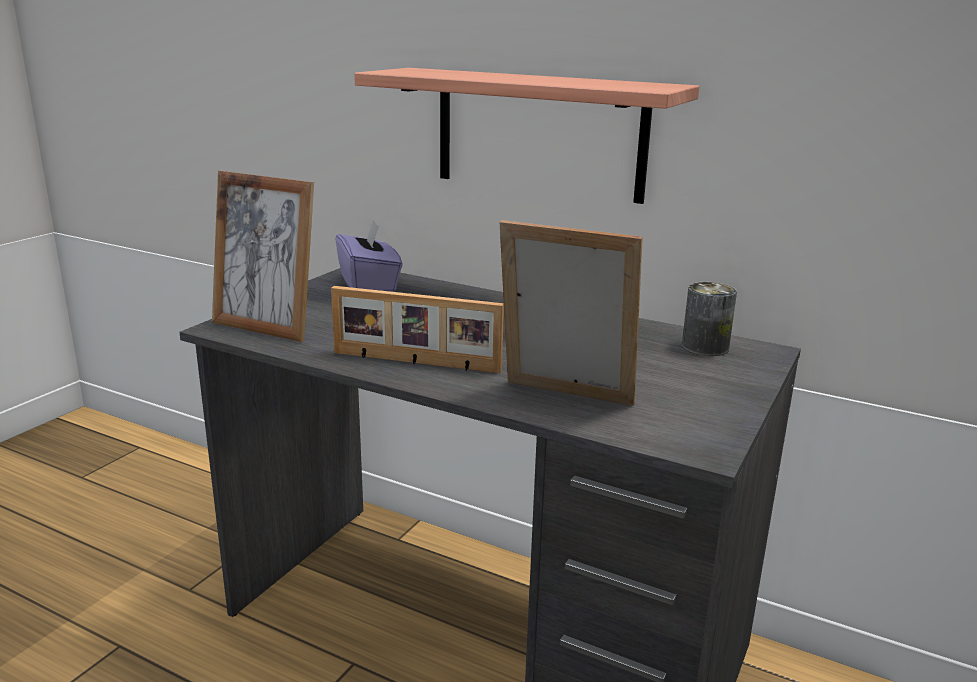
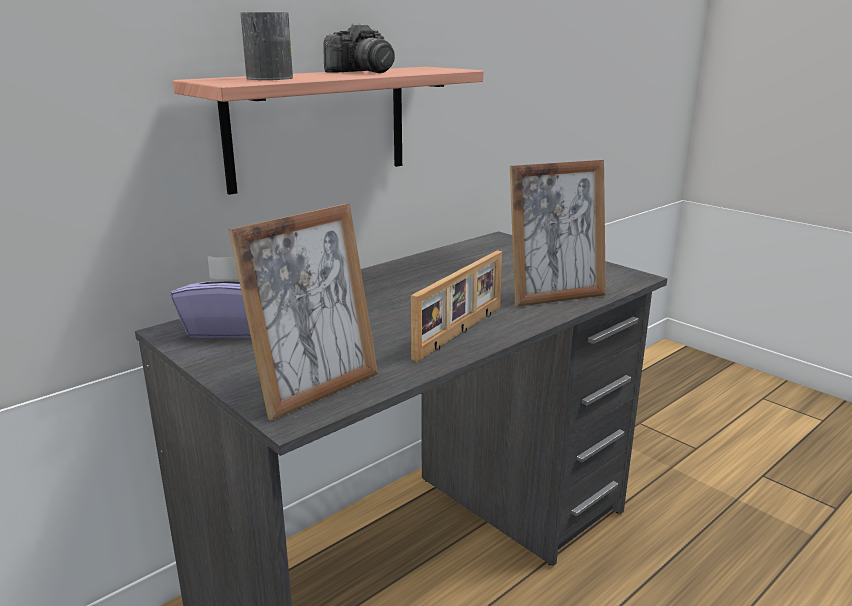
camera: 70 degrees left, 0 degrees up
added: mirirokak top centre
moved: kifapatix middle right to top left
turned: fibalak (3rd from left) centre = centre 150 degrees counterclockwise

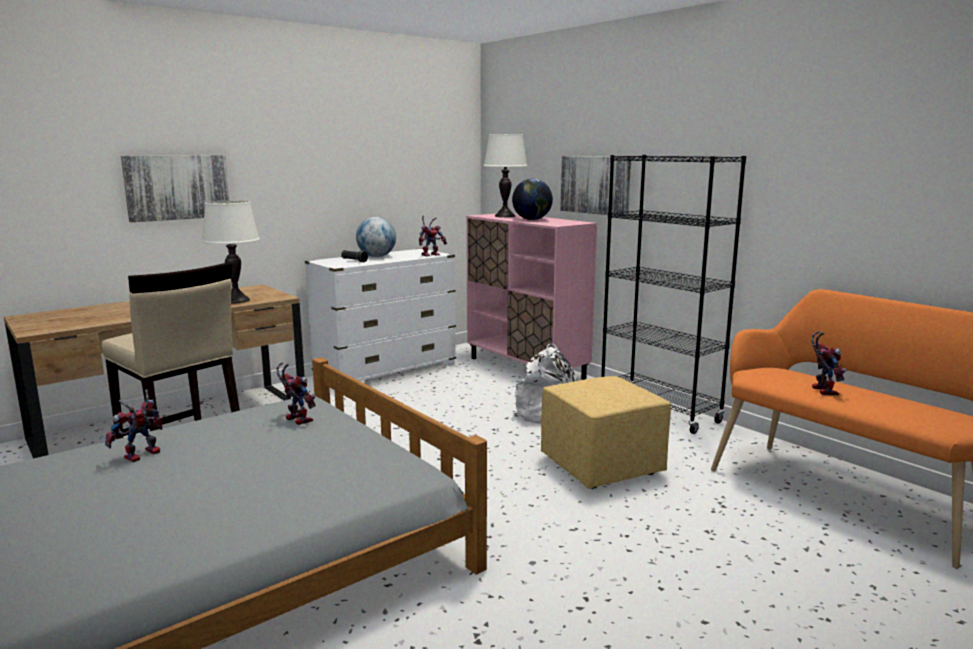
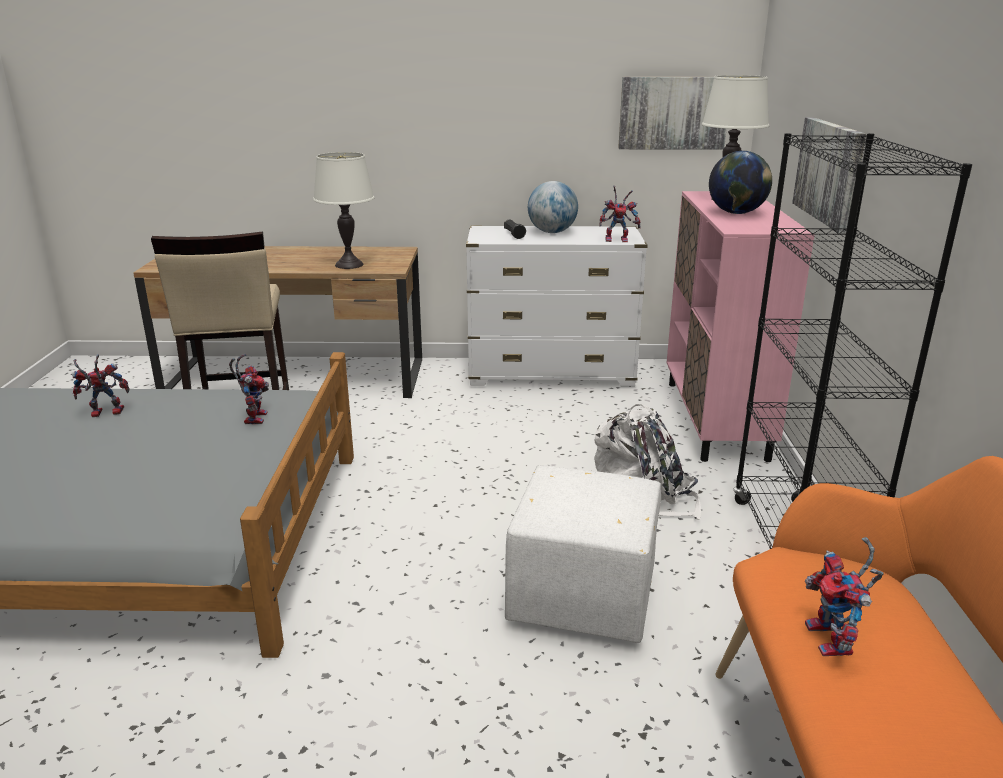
camera: 40 degrees right, 10 degrees up
moved: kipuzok (1st from left) top left to top right
recoloured: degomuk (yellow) centre to degomuk (white) bottom centre
turned: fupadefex (4th from left) middle right = bottom right 135 degrees clockwise

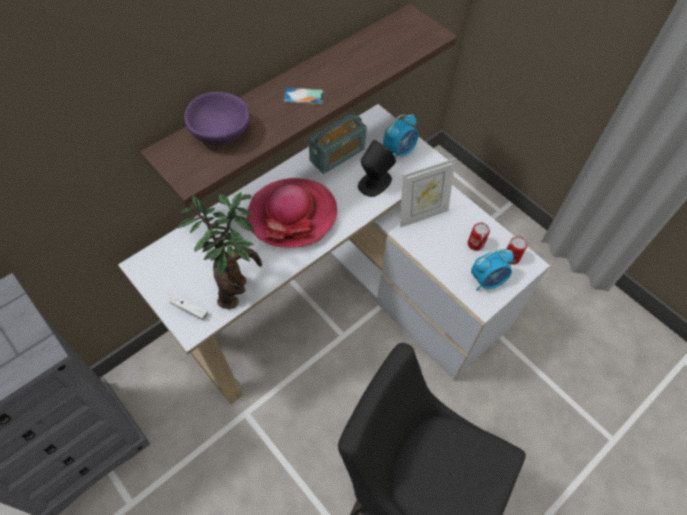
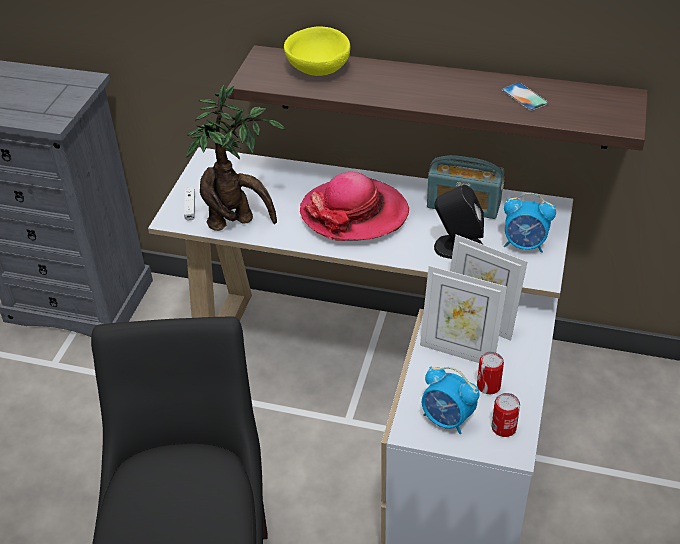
camera: 60 degrees right, 15 degrees down
added: fibalak (1st from left) middle right
moved: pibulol top centre to top right
recoloured: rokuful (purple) top left to rokuful (yellow) top centre

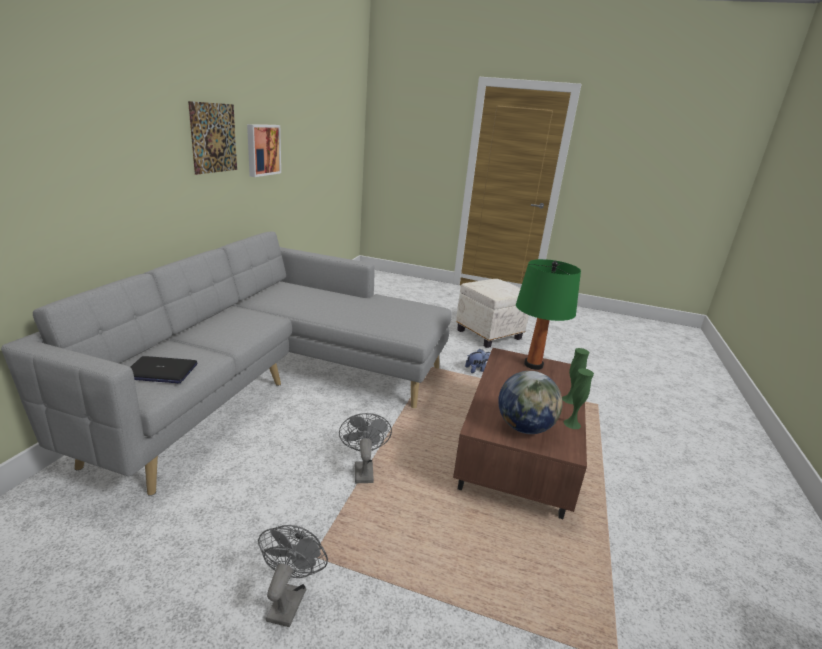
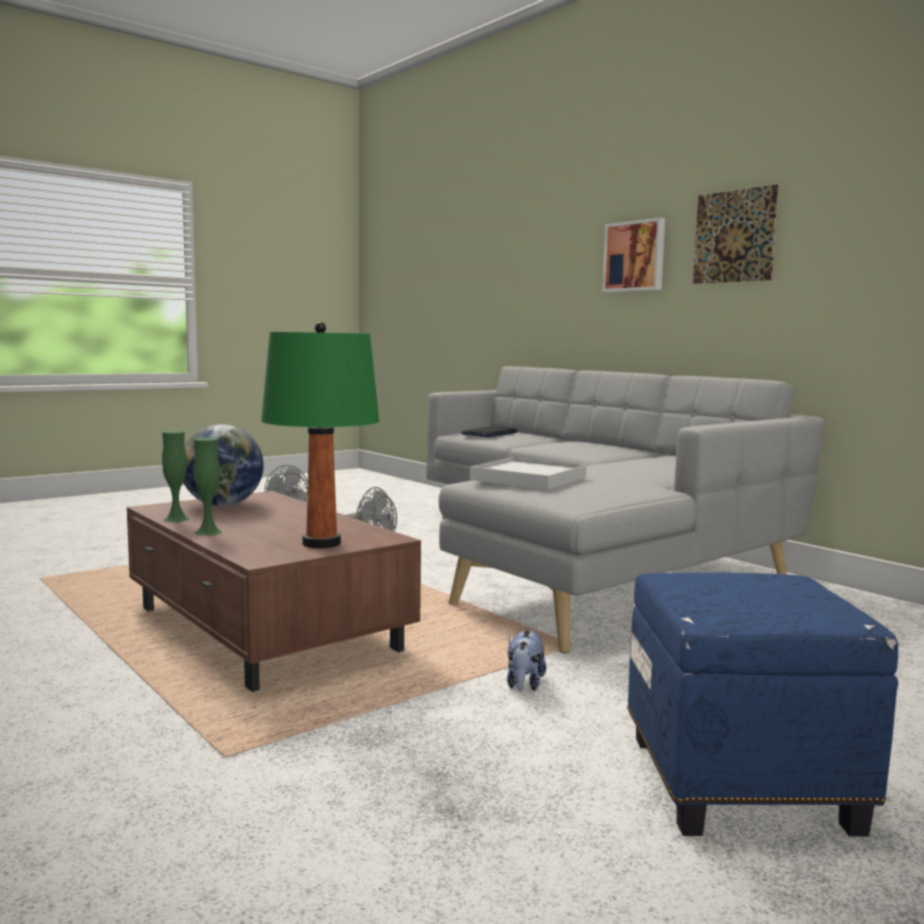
camera: 125 degrees right, 15 degrees down
added: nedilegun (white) centre
moved: kipuzok (2nd from left in the first image) top left to kipuzok (1st from left) top right
recoloured: degomuk (white) centre to degomuk (blue) bottom right

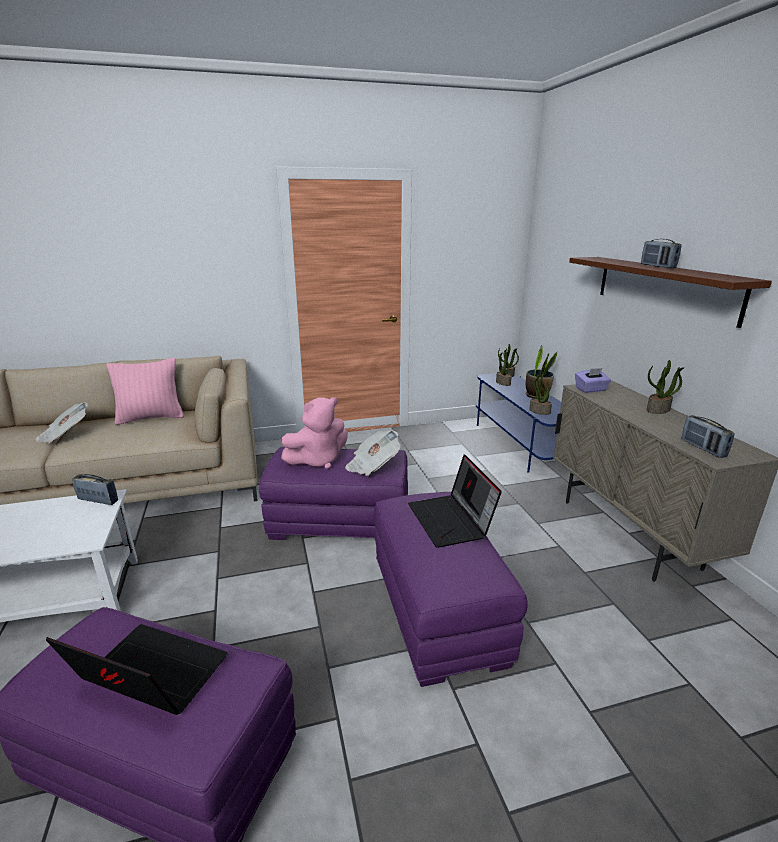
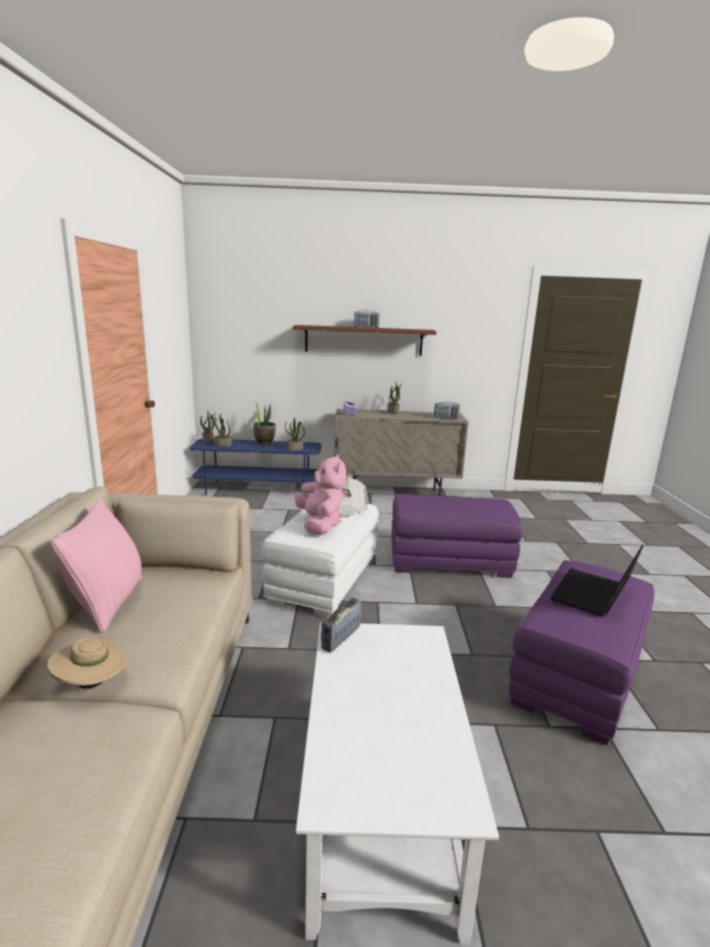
camera: 75 degrees left, 5 degrees down
removed: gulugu (2nd from left) centre
replaced: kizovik (1st from left) middle left to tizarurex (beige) bottom left
recoloured: degomuk (purple) (2nd from left) centre to degomuk (white) centre

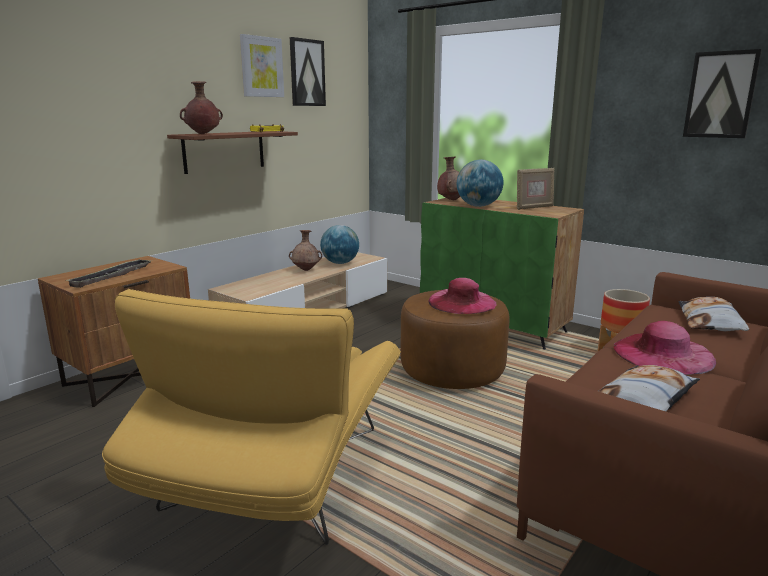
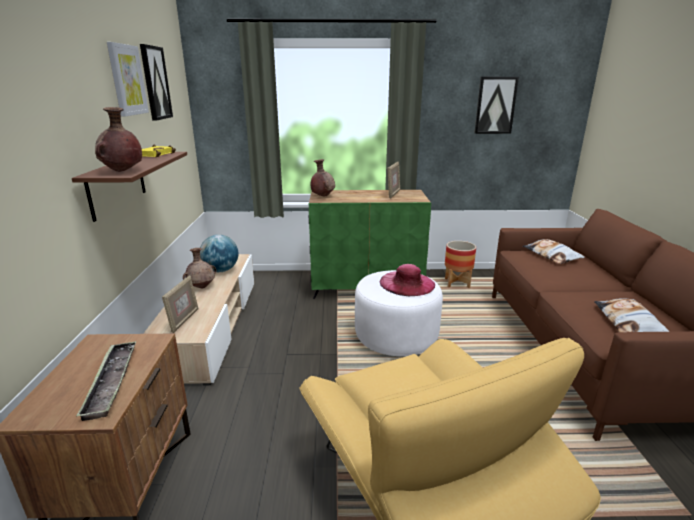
camera: 40 degrees left, 5 degrees up
removed: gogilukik (2nd from left) top centre; tizarurex (pink) (2nd from left) middle right
added: fibalak (1st from left) middle left
recoloured: degomuk (brown) centre to degomuk (white) centre

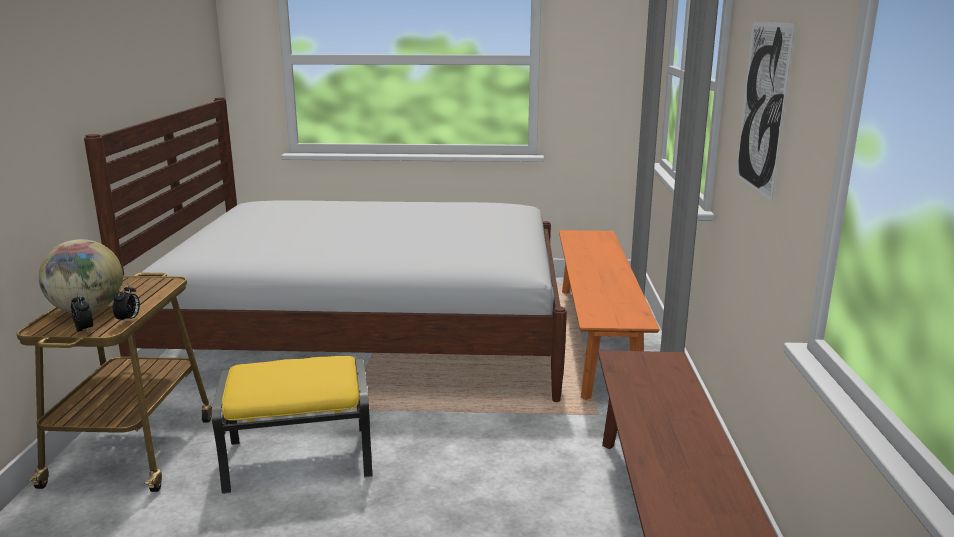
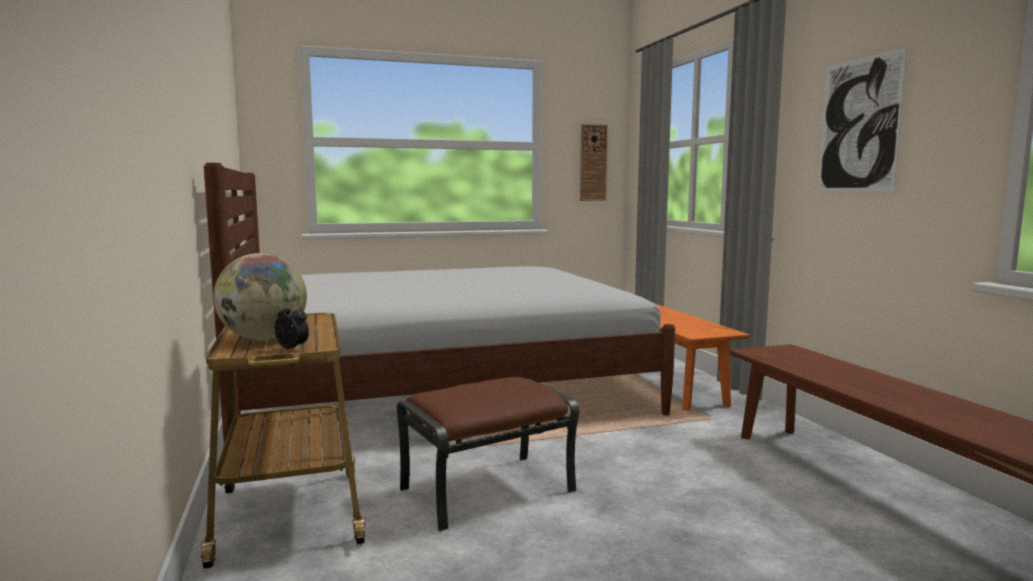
camera: 20 degrees left, 10 degrees down
removed: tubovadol (2nd from left) middle left
added: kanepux top centre
recoloured: degomuk (yellow) bottom left to degomuk (brown) bottom centre

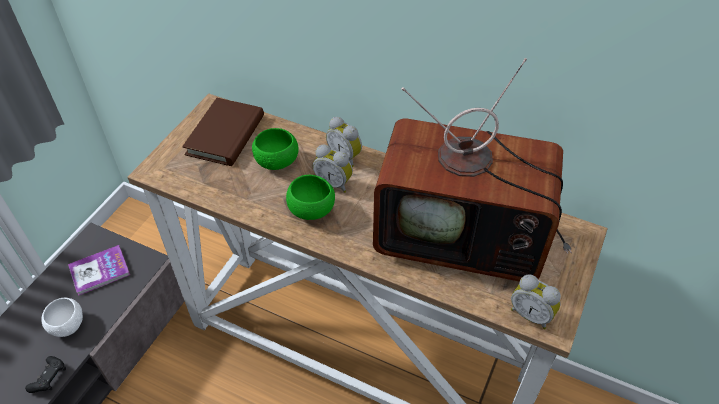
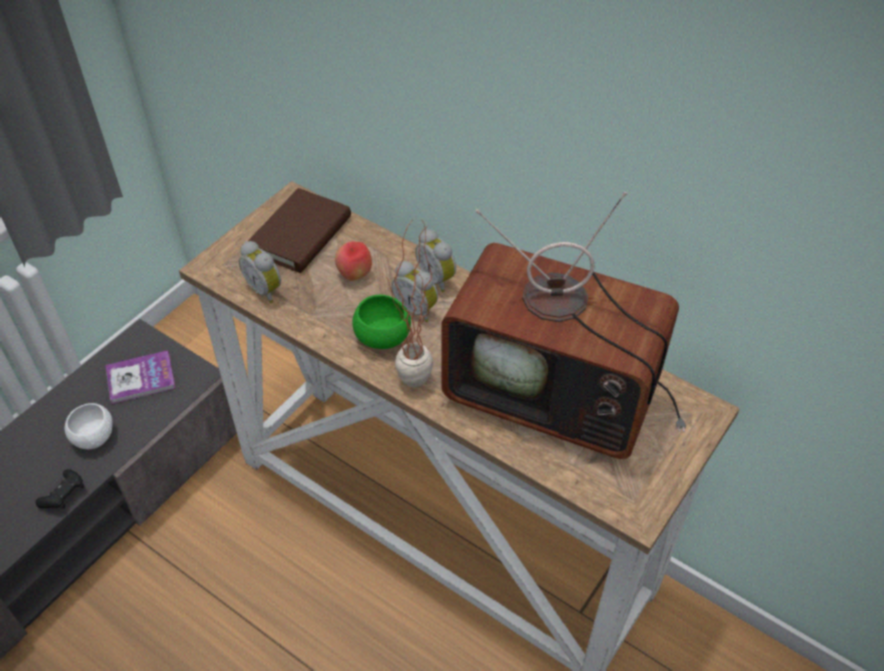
camera: 10 degrees right, 0 degrees up
added: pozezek centre
moved: tubovadol (3rd from left in the first image) bottom right to tubovadol (1st from left) middle left
replaced: rokuful (green) (1st from left) centre to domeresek centre

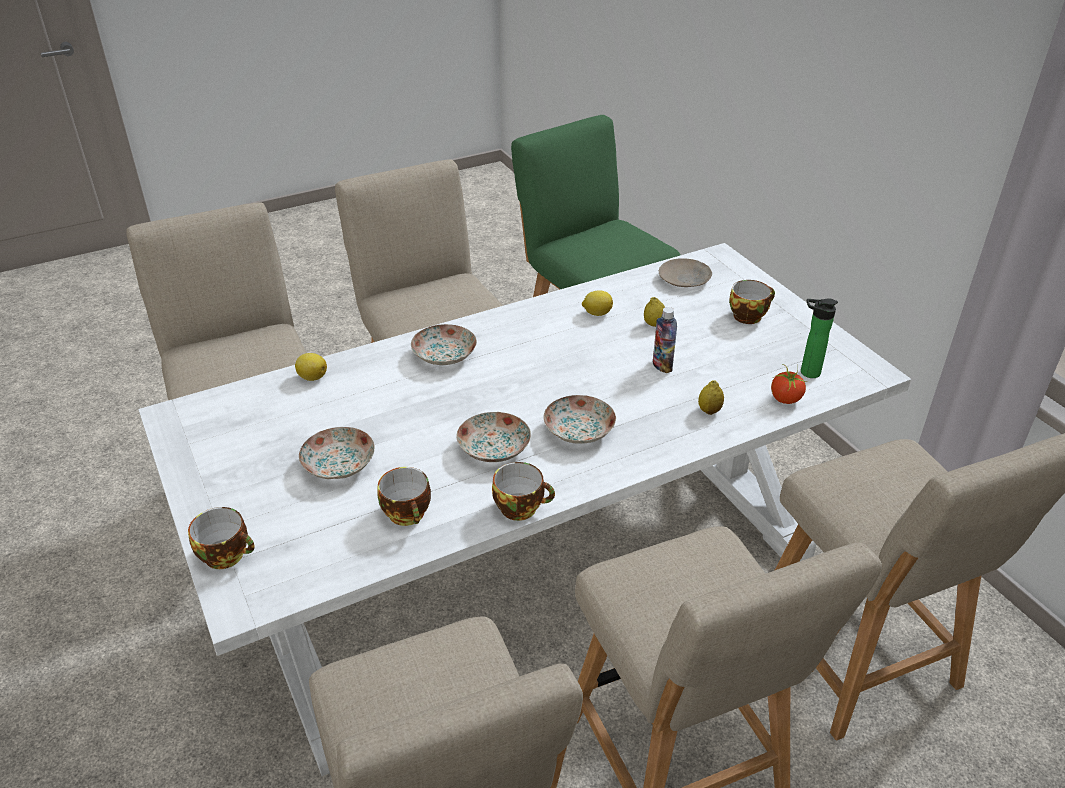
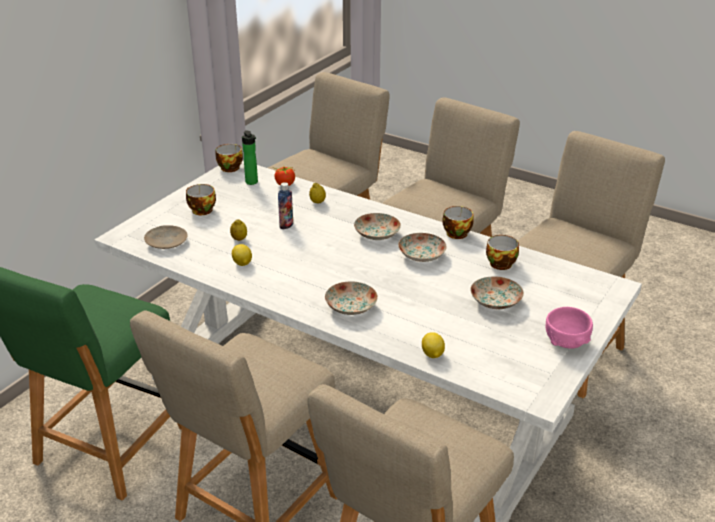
camera: 120 degrees left, 5 degrees down
added: rokuful (pink) middle right
moved: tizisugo (1st from left in the first image) bottom left to tizisugo (2nd from left) top left

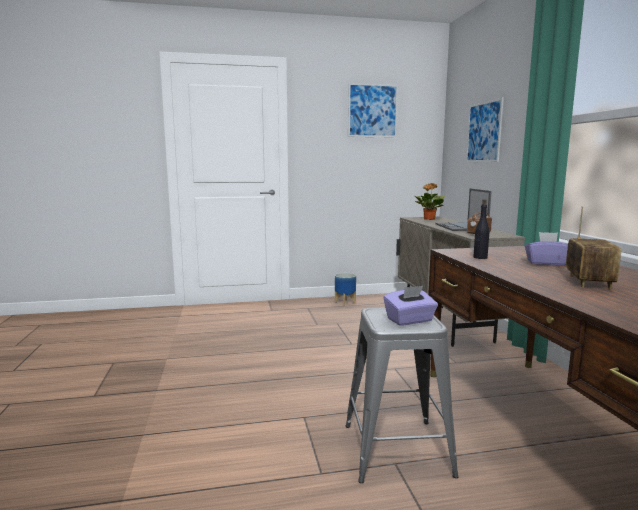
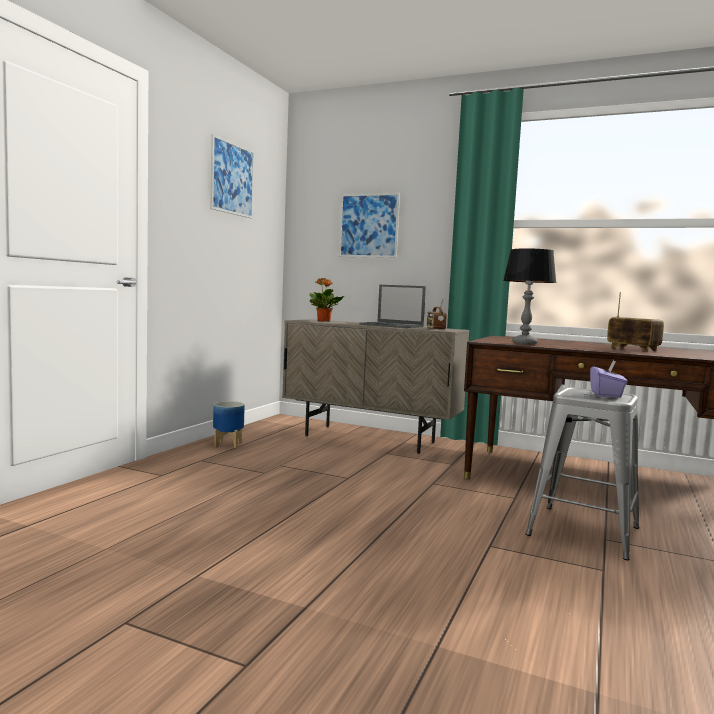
camera: 55 degrees left, 5 degrees down
removed: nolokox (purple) (2nd from left) middle right
replaced: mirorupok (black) middle right to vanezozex middle right

